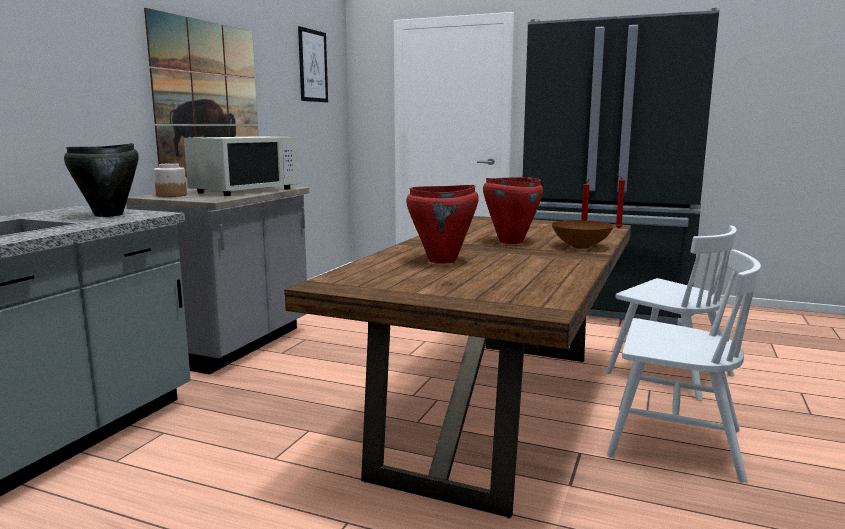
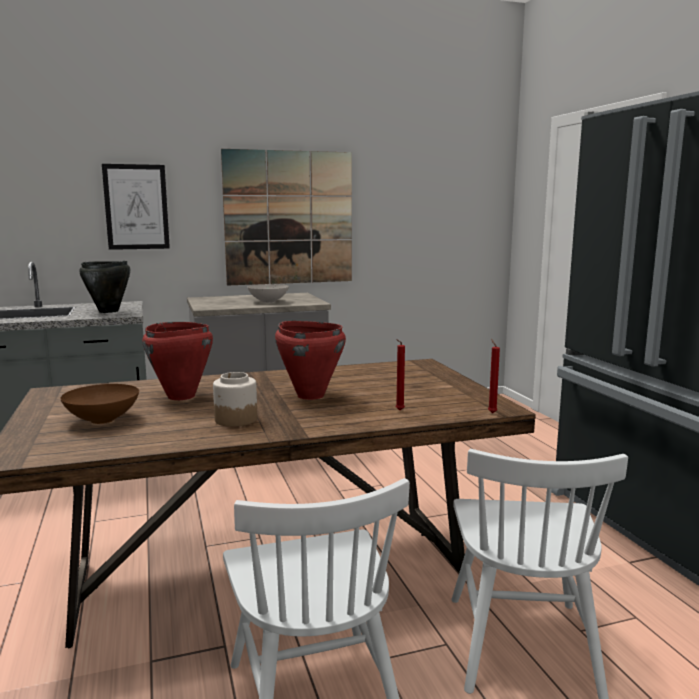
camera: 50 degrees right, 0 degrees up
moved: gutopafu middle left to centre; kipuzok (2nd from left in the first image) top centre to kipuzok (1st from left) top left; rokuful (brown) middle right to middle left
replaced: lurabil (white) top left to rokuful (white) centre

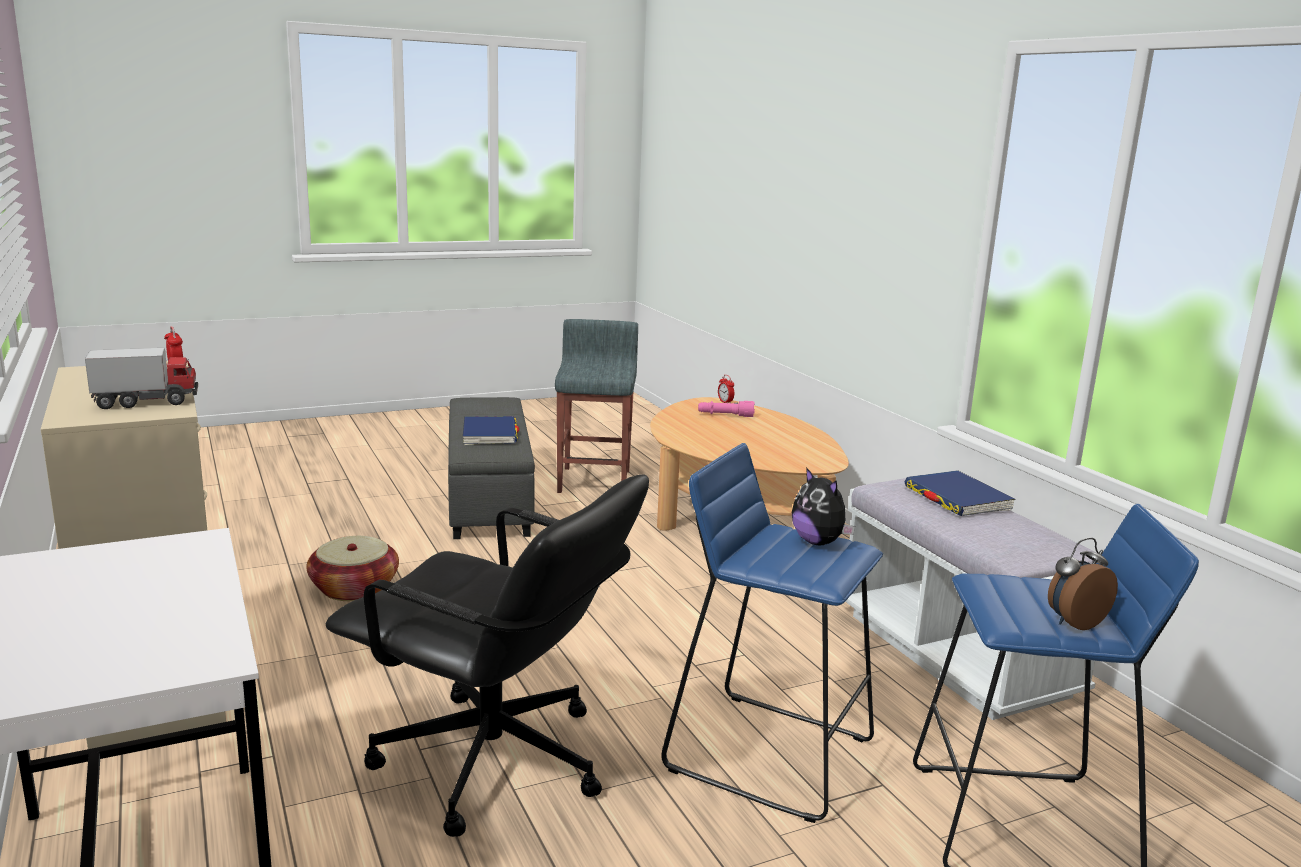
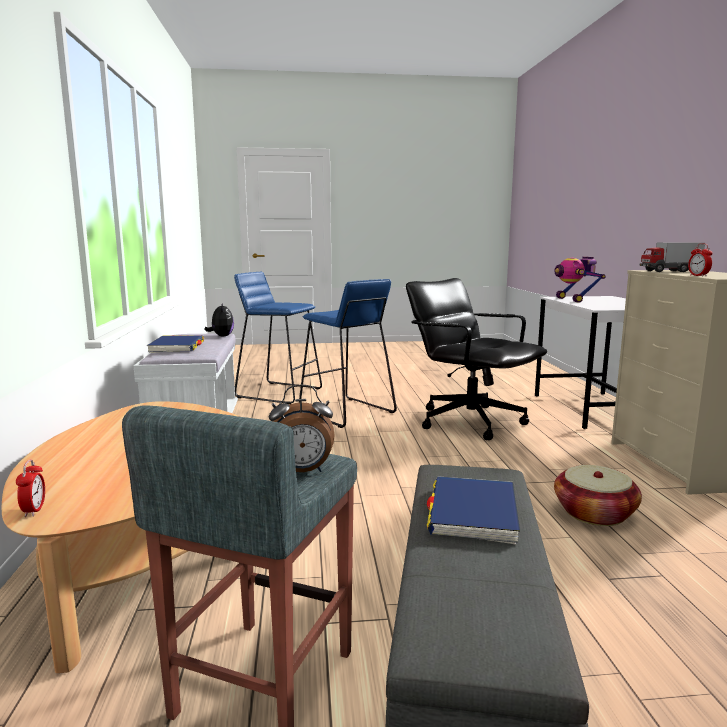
camera: 160 degrees left, 5 degrees down
removed: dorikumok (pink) centre
added: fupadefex middle right
moved: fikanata centre to middle left; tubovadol (3rd from left in the first image) bottom right to tubovadol (2nd from left) centre

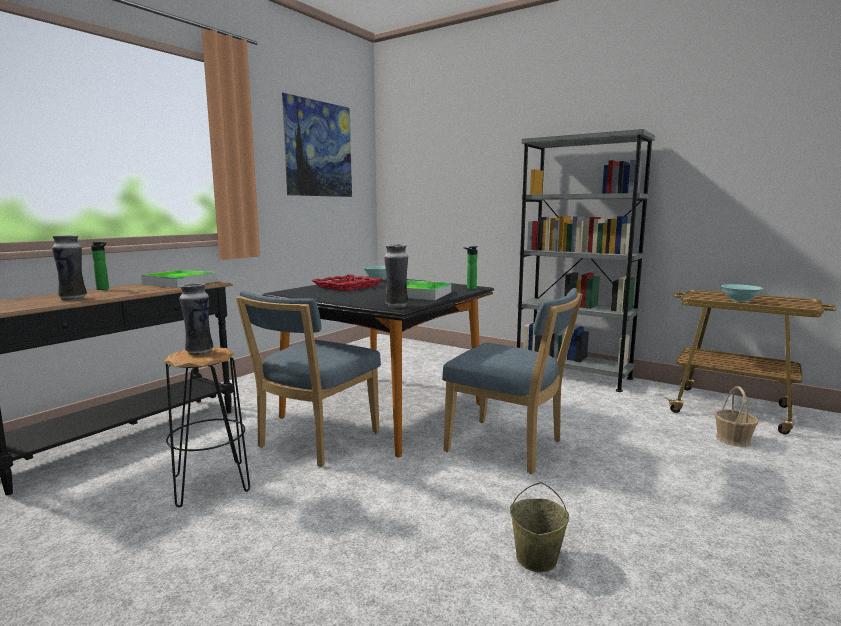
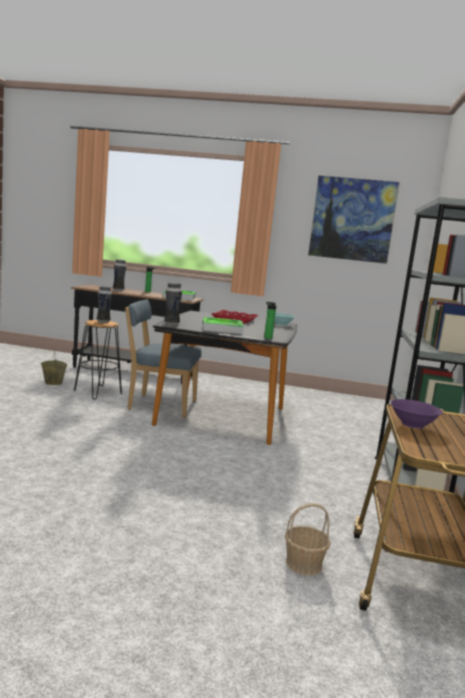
camera: 65 degrees right, 0 degrees up
removed: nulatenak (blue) (2nd from left) centre
moved: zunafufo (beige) bottom centre to middle left
recoloured: rokuful (turquoise) (2nd from left) middle right to rokuful (purple) middle right

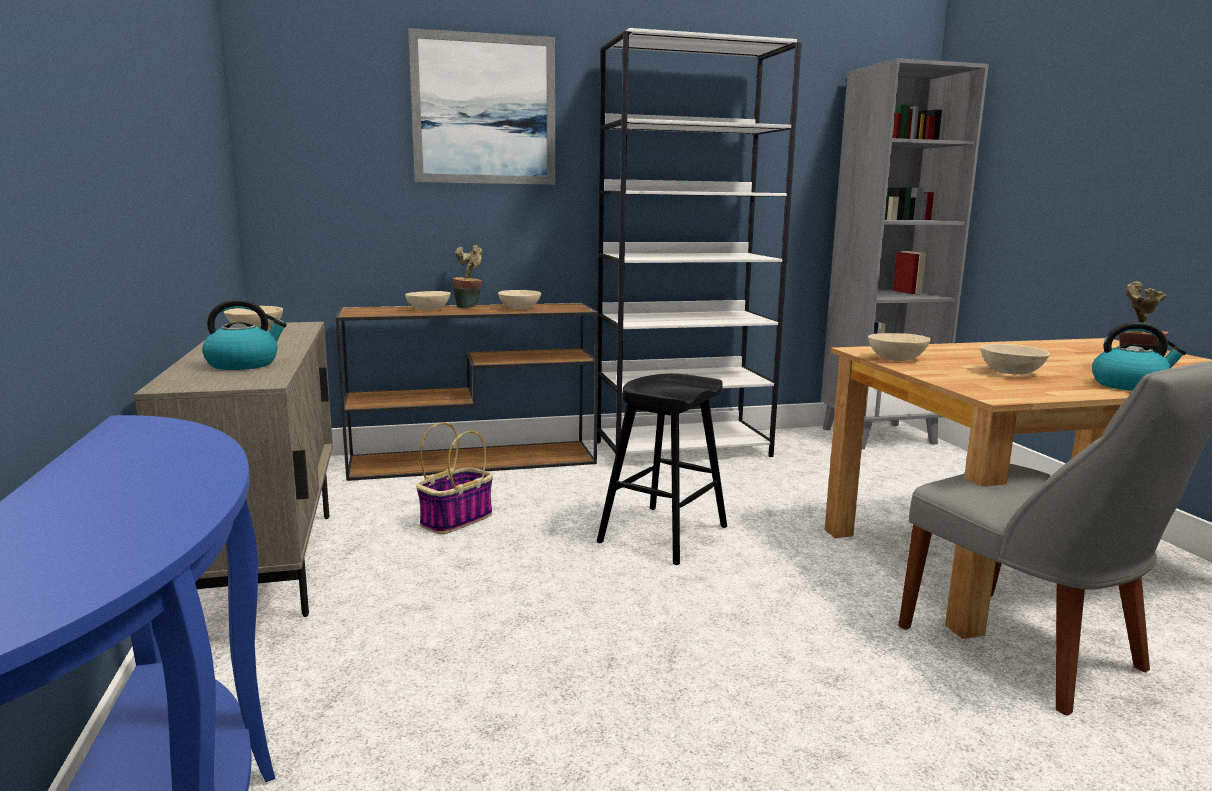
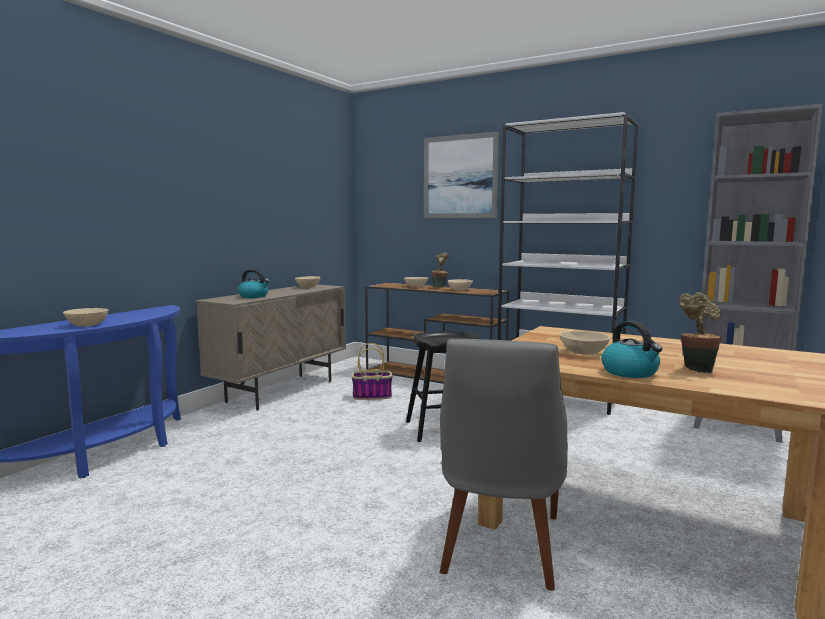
camera: 45 degrees right, 5 degrees down
moved: rokuful (beige) (4th from left in the first image) middle right to rokuful (beige) (1st from left) middle left

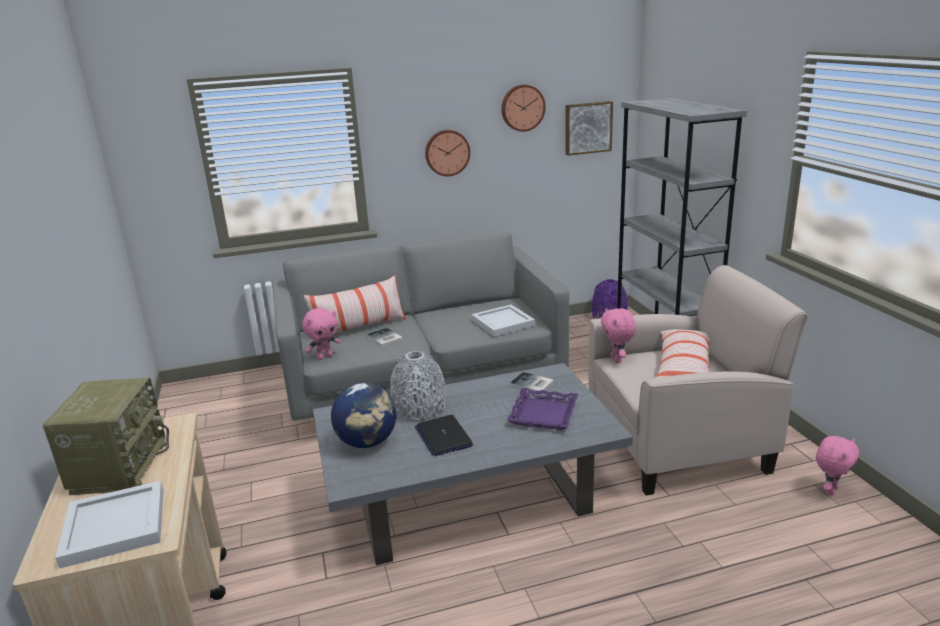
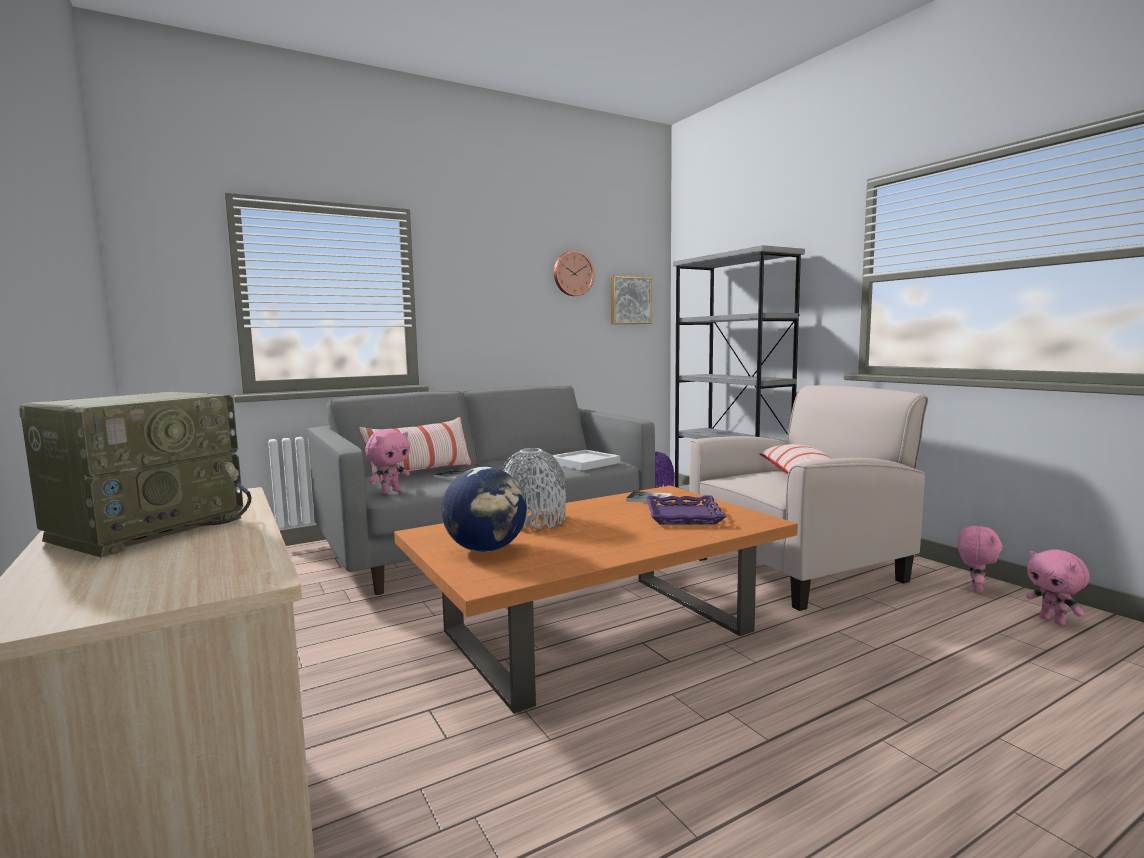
camera: 15 degrees left, 15 degrees down
removed: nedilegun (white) (1st from left) bottom left; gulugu bottom centre; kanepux (1st from left) top centre
moved: fikanata (pink) (2nd from left in the first image) centre to fikanata (pink) (3rd from left) bottom right
recoloured: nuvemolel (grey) bottom centre to nuvemolel (orange) bottom centre
turned: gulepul bottom left = middle left 45 degrees clockwise

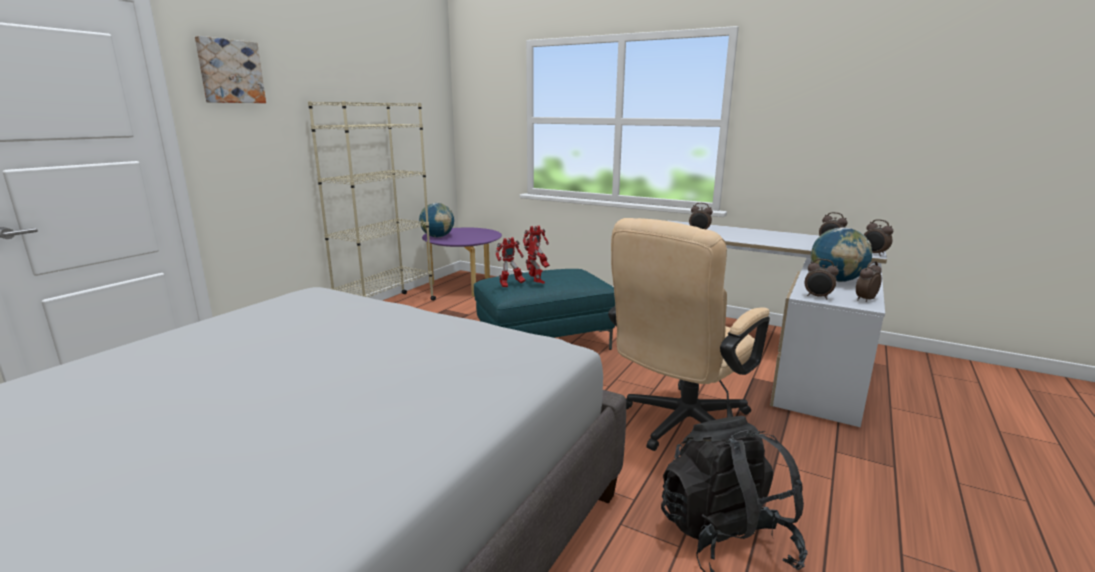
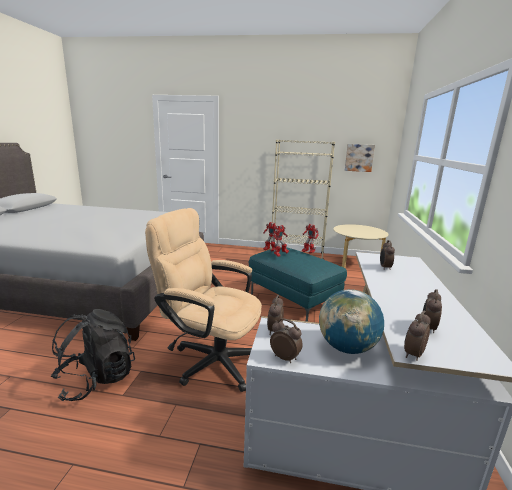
camera: 70 degrees right, 0 degrees up
removed: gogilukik (1st from left) centre
moved: kipuzok top left to top right
recoloured: nuvemolel (purple) centre to nuvemolel (beige) middle right

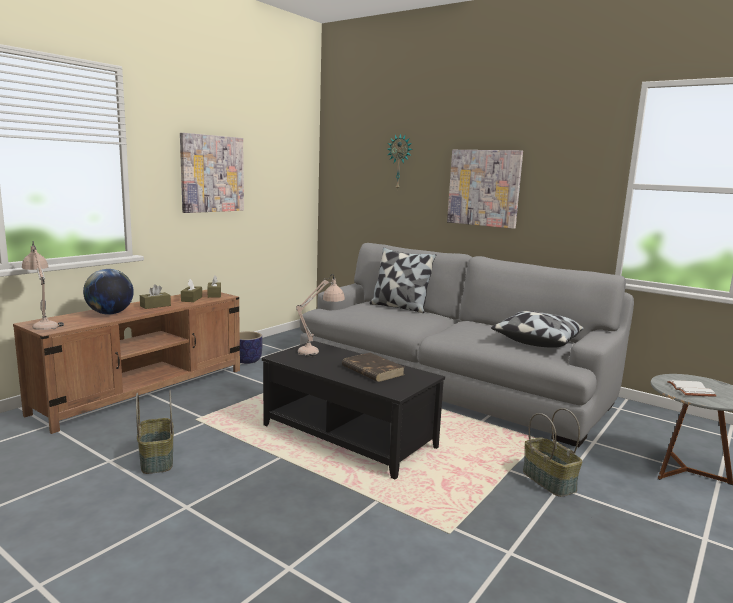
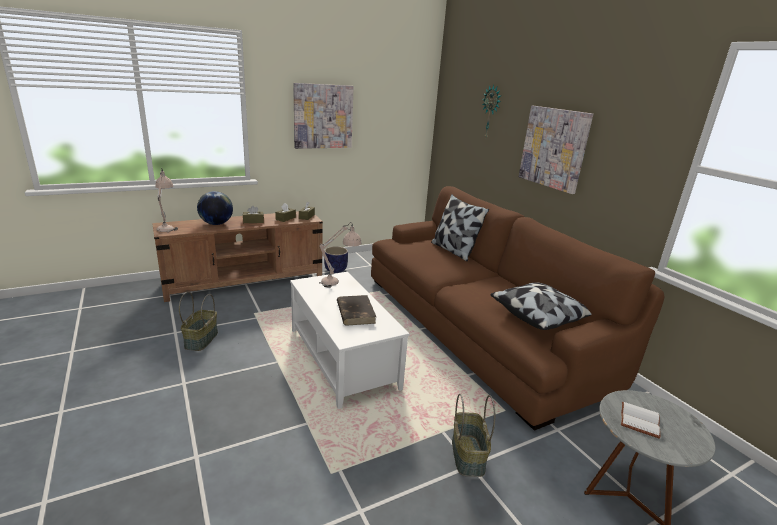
camera: 25 degrees right, 10 degrees up
recoloured: nuvemolel (black) bottom centre to nuvemolel (white) centre; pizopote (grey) centre to pizopote (brown) middle right

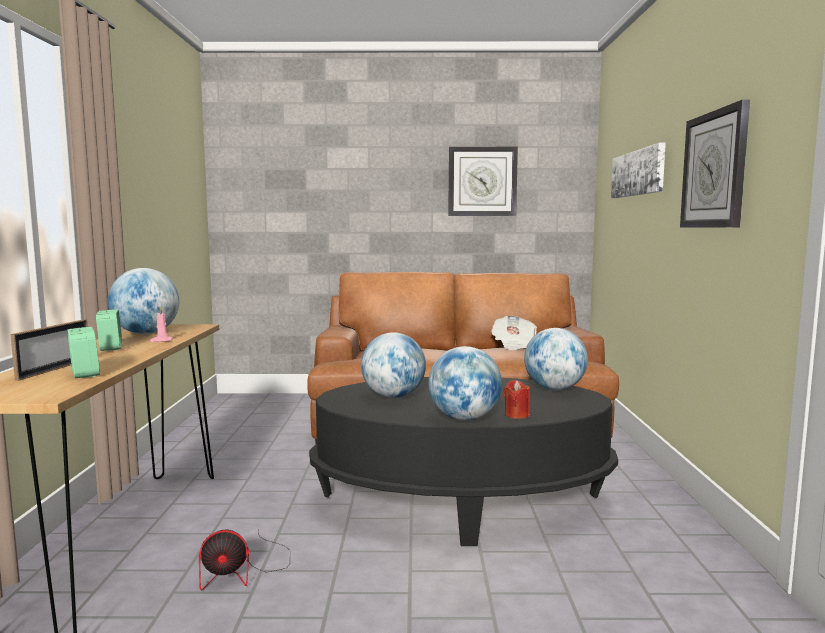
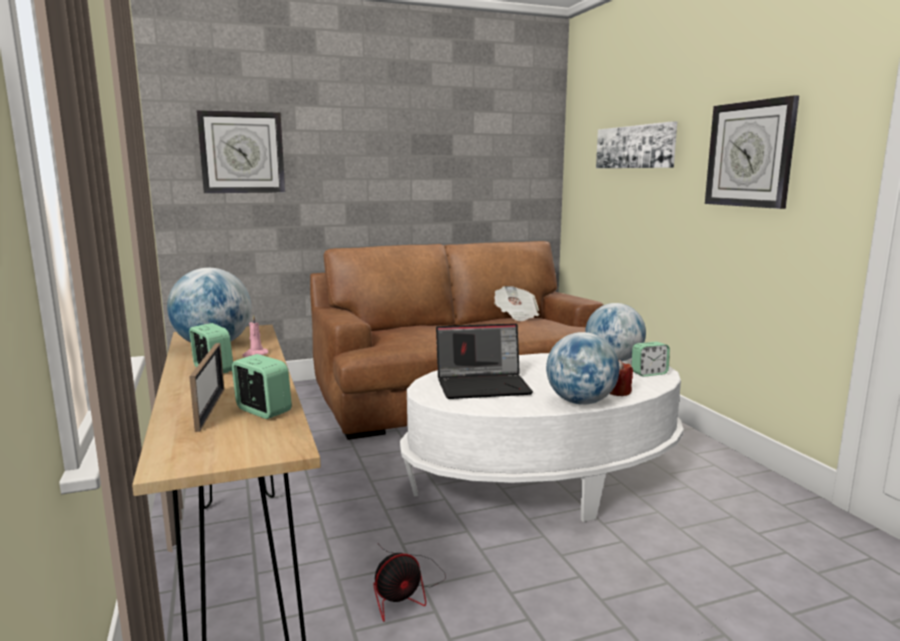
camera: 20 degrees left, 5 degrees up
added: tubovadol (3rd from left) middle right
moved: kanepux (1st from left) top centre to top left
replaced: gogilukik (2nd from left) centre to gulugu centre
recoloured: nuvemolel (black) bottom centre to nuvemolel (white) bottom centre

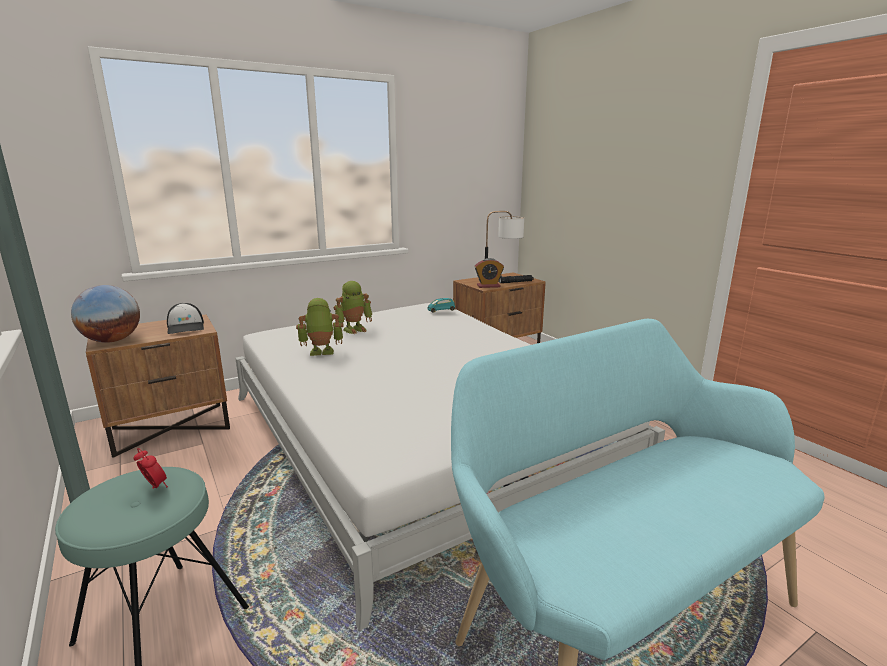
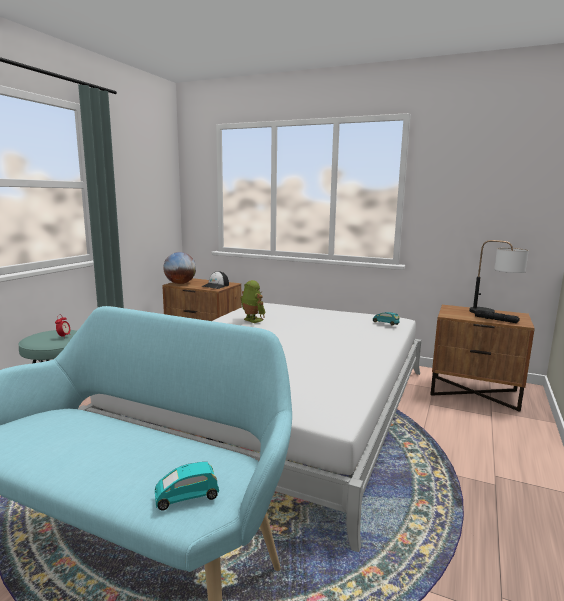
camera: 55 degrees right, 5 degrees down
removed: fupadefex (2nd from left) centre; tubovadol (2nd from left) centre
added: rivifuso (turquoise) (1st from left) bottom left

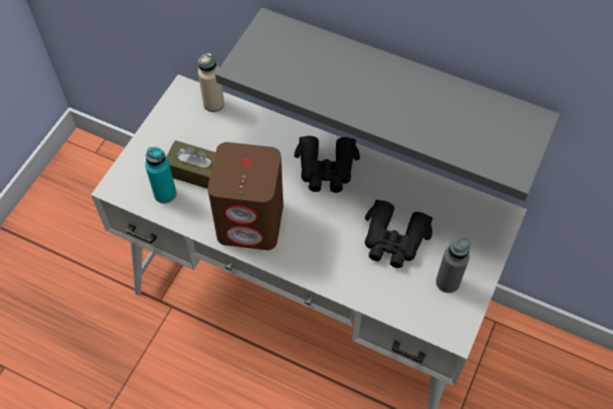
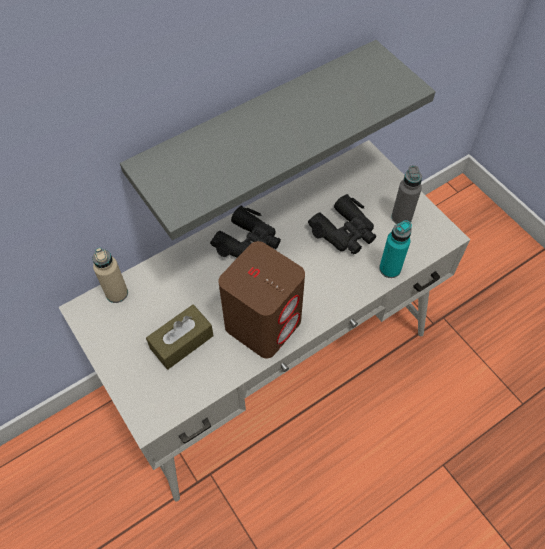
camera: 60 degrees left, 0 degrees up
moved: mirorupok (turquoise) middle left to middle right

